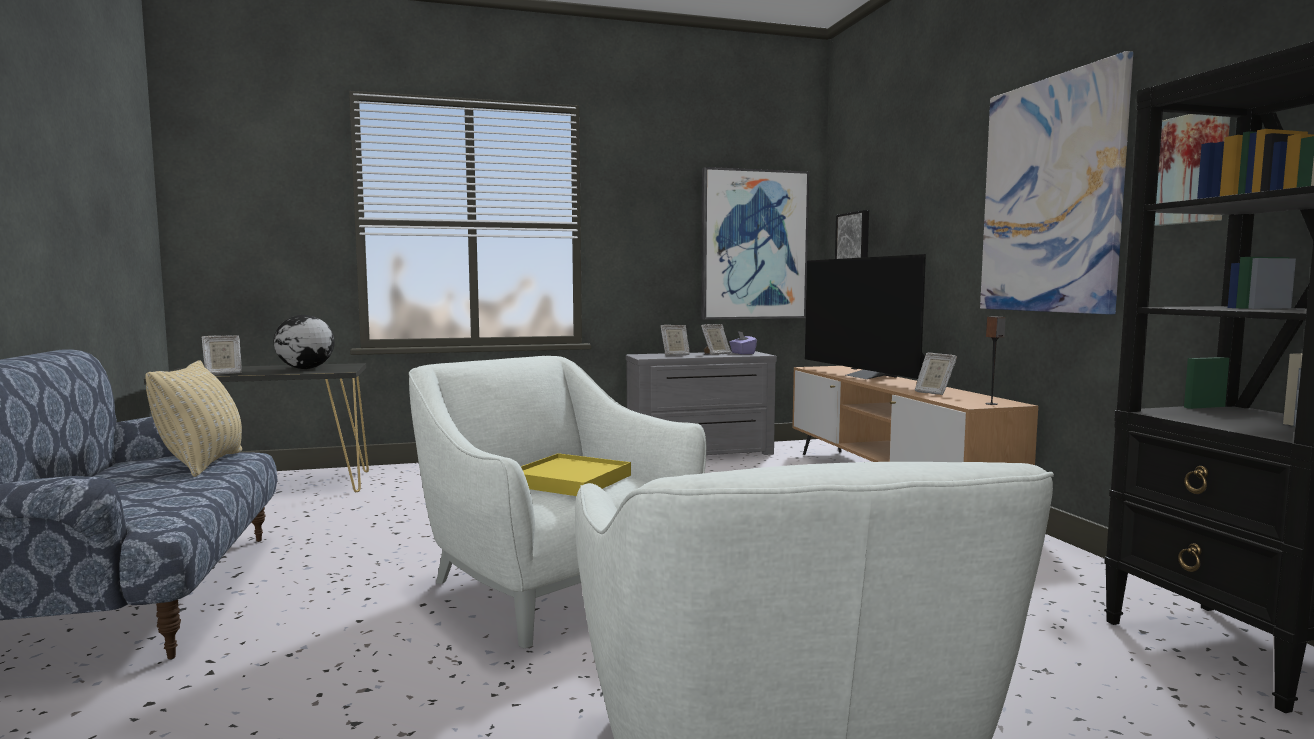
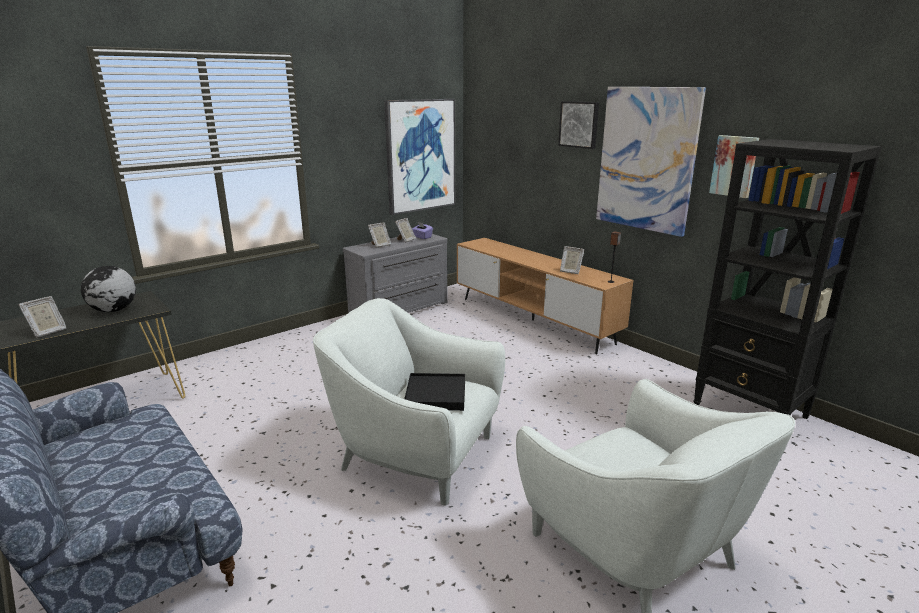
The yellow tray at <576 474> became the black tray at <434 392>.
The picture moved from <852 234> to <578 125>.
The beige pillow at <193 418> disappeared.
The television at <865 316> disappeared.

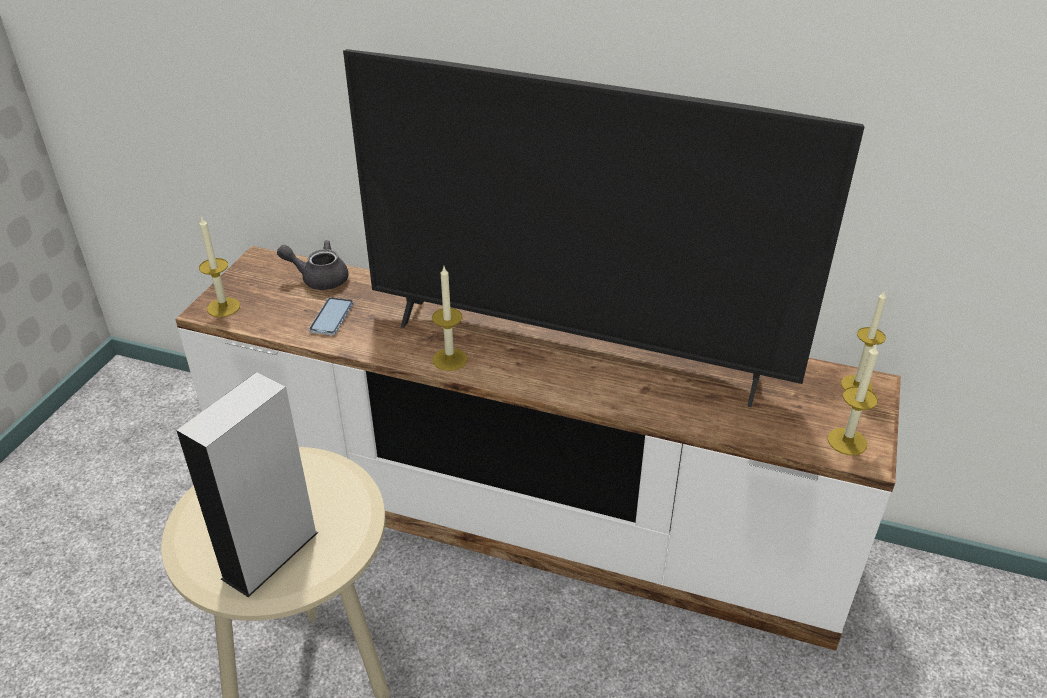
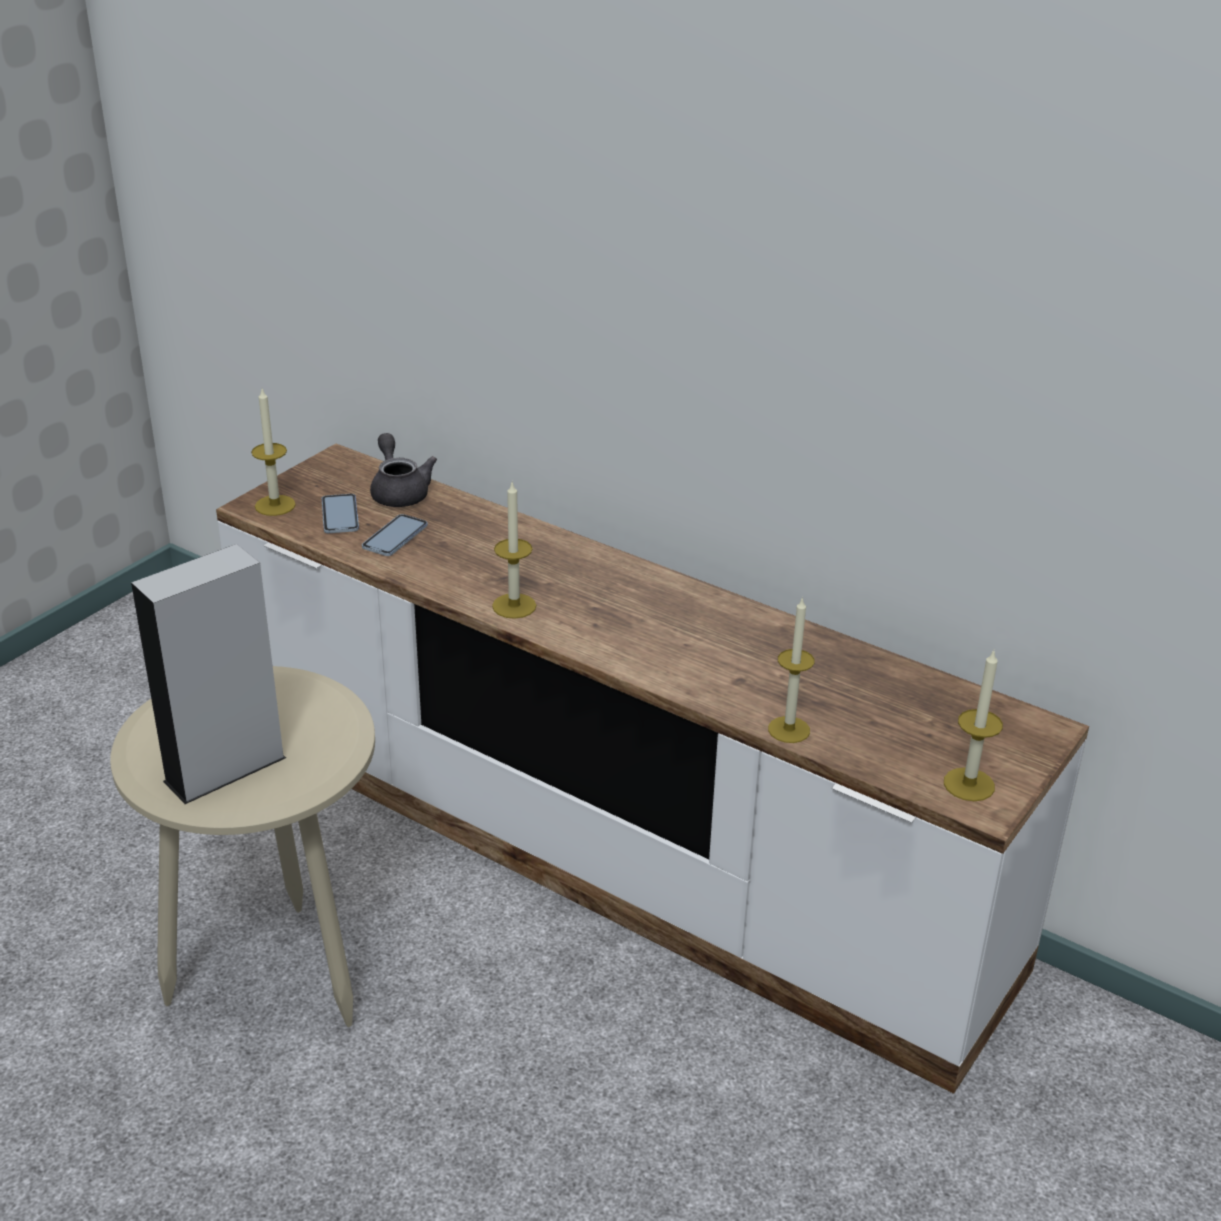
The phone at <340 513> appeared.
The grey teapot at <312 265> turned 45 degrees clockwise.
The candle moved from <863 340> to <791 670>.
The television at <604 228> disappeared.

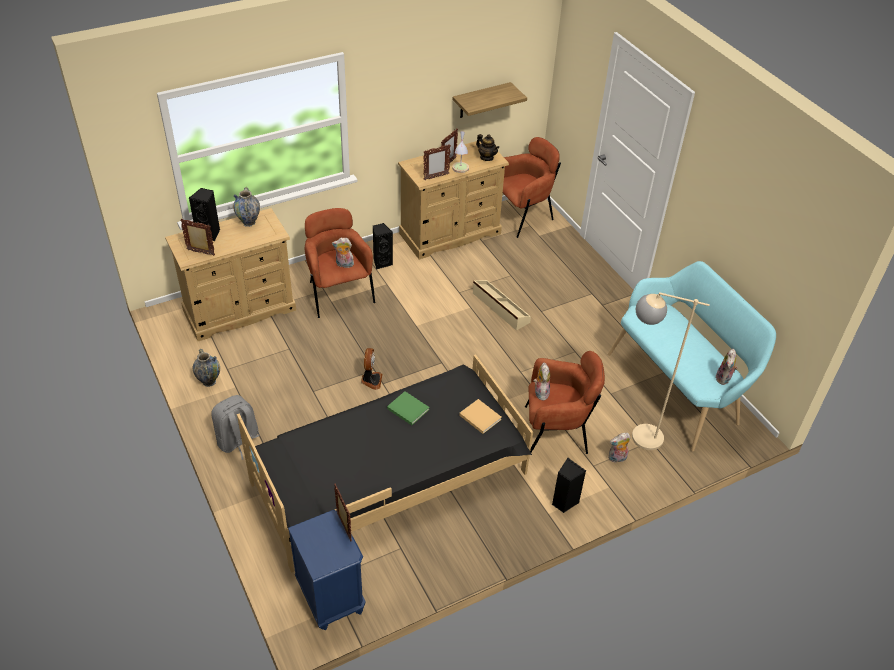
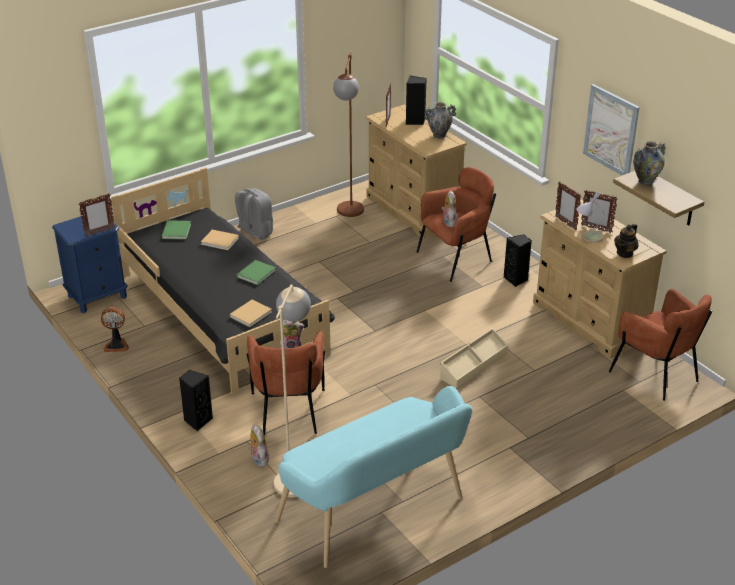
The fan moved from <371 369> to <115 329>.
The green book at <176 230> appeared.
The beige book at <220 240> appeared.
The brown floor lamp at <348 134> appeared.
The picture at <611 129> appeared.
The vase moved from <206 367> to <649 163>.
The plush toy at <727 367> disappeared.

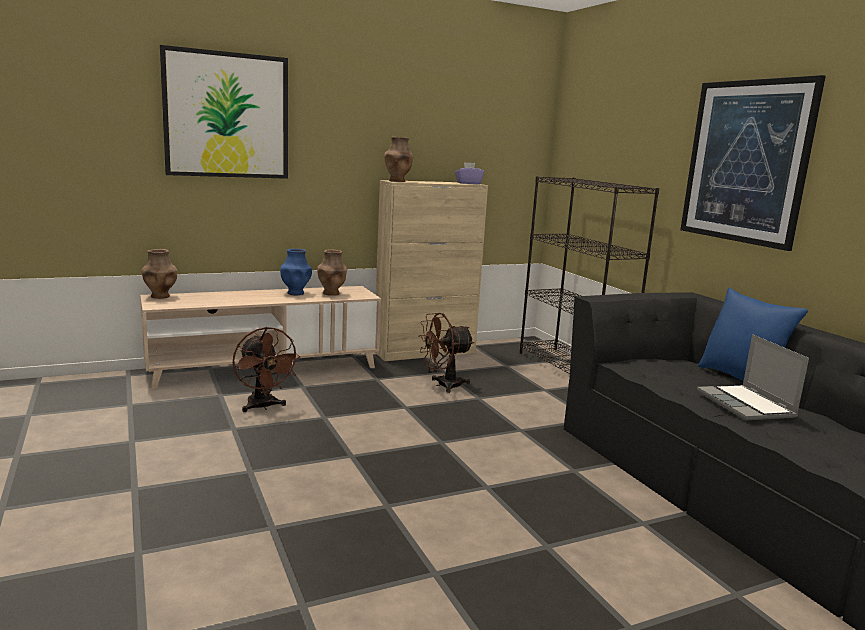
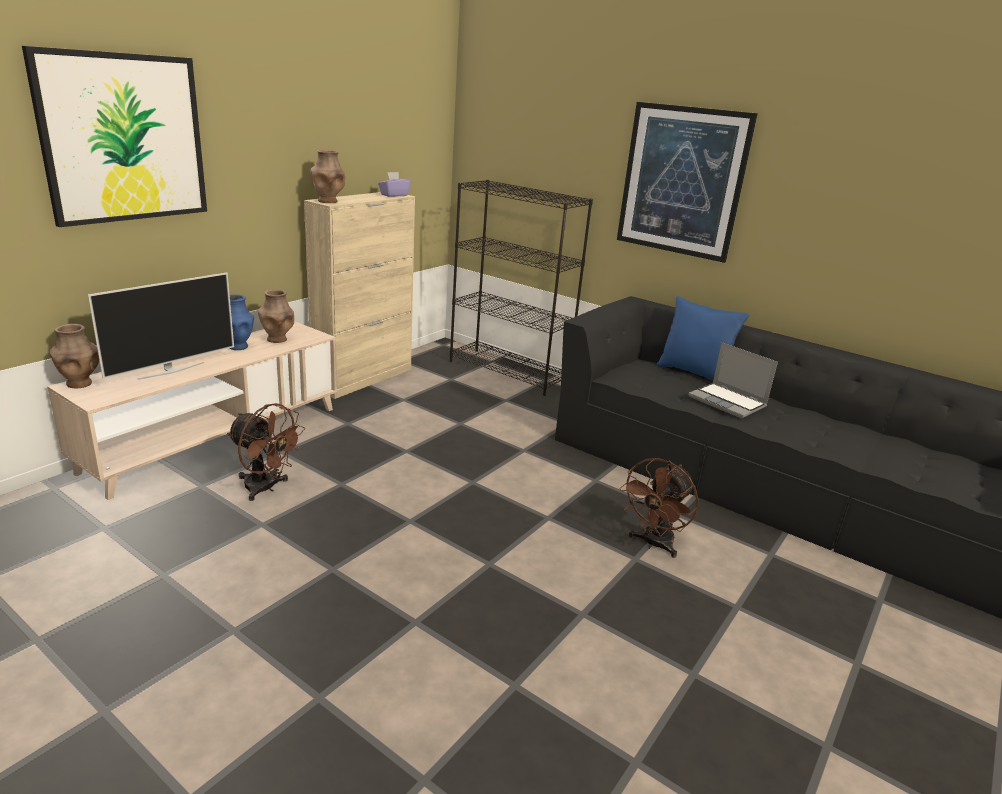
The television at <161 326> appeared.
The brown fan moved from <446 353> to <659 508>.

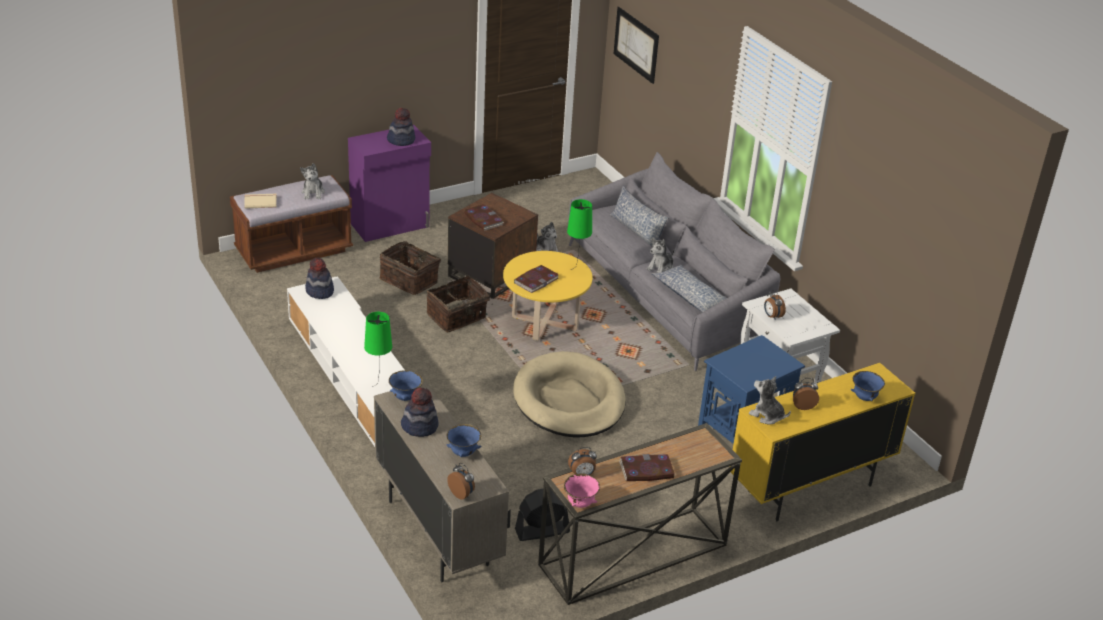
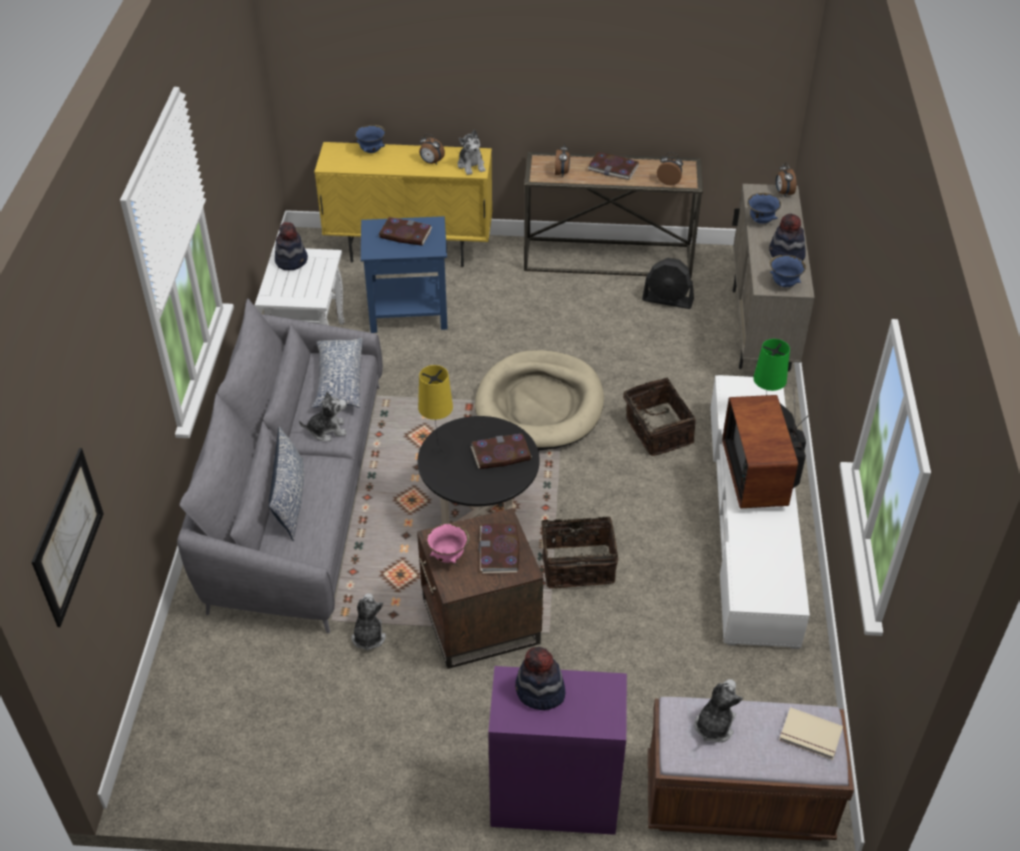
The hat moved from <319 278> to <291 246>.
The book at <405 231> appeared.
The green table lamp at <579 234> became the yellow table lamp at <435 409>.
The yellow coffee table at <548 296> became the black coffee table at <479 470>.
The pink bowl moved from <582 491> to <448 543>.
The alarm clock moved from <775 304> to <562 160>.
The basket moved from <410 268> to <659 417>.
The television at <765 448> appeared.

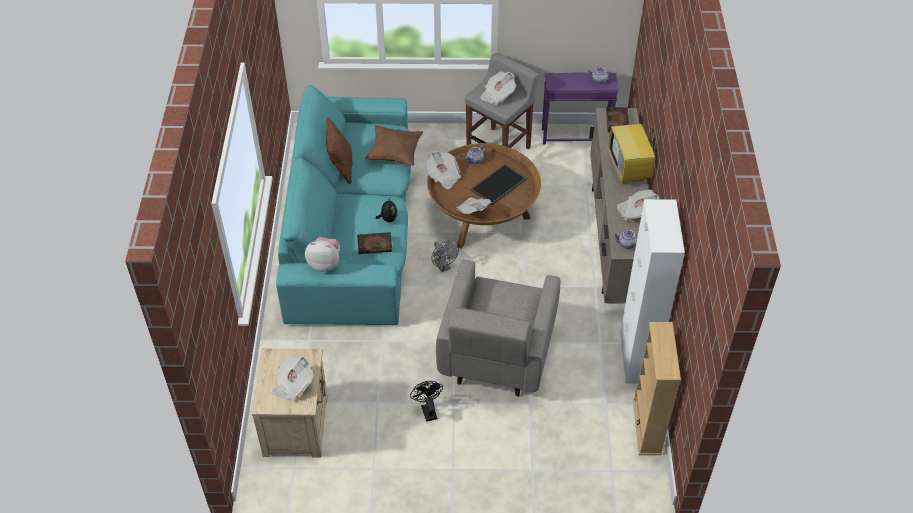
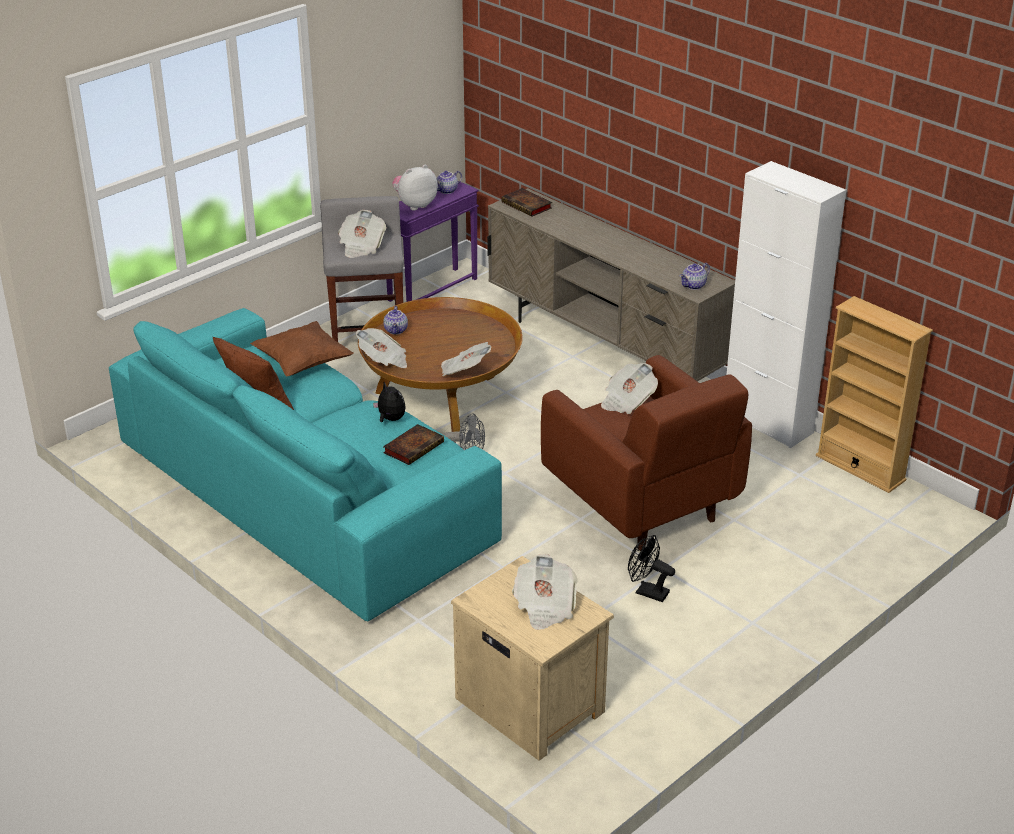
The plush toy moved from <322 254> to <415 188>.
The grey armchair at <498 327> became the brown armchair at <646 452>.
The newspaper moved from <638 205> to <629 388>.
The tray at <499 184> disappeared.
The television at <633 153> disappeared.

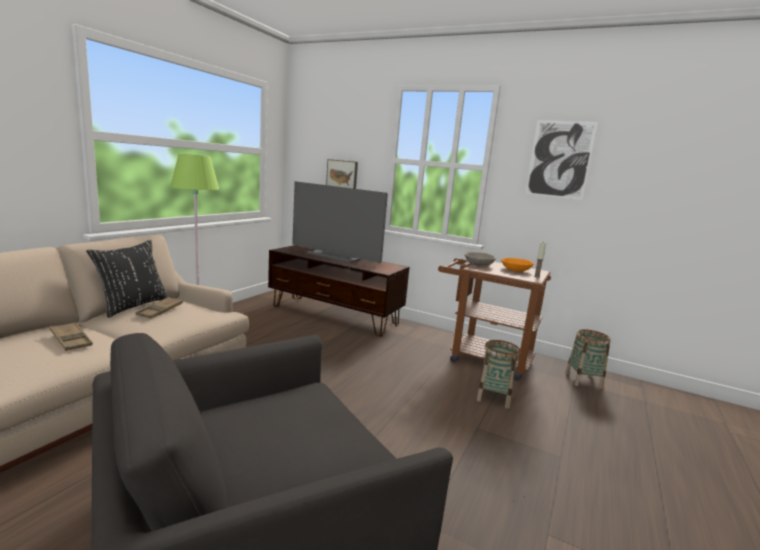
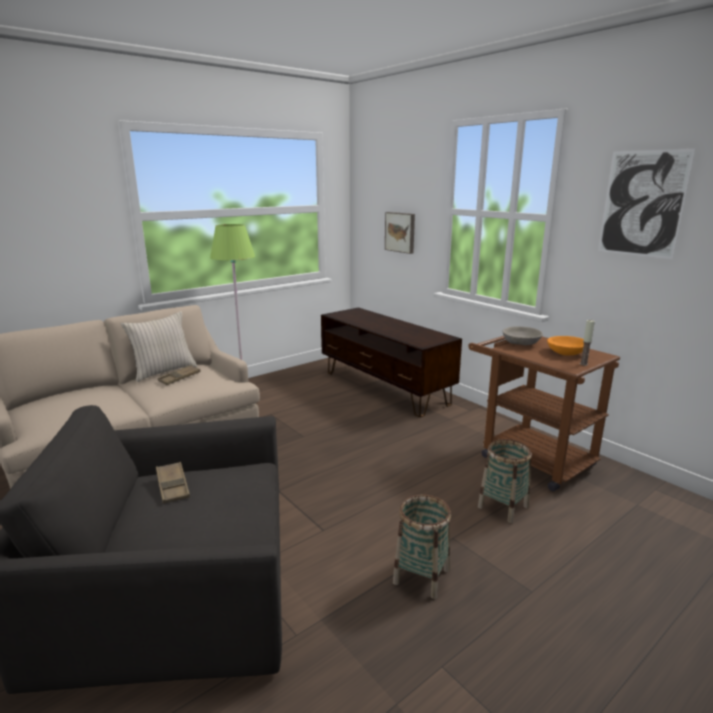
The black pillow at <127 279> became the beige pillow at <159 346>.
The brown tray moved from <71 336> to <173 483>.
The basket moved from <588 359> to <422 546>.
The television at <340 222> disappeared.

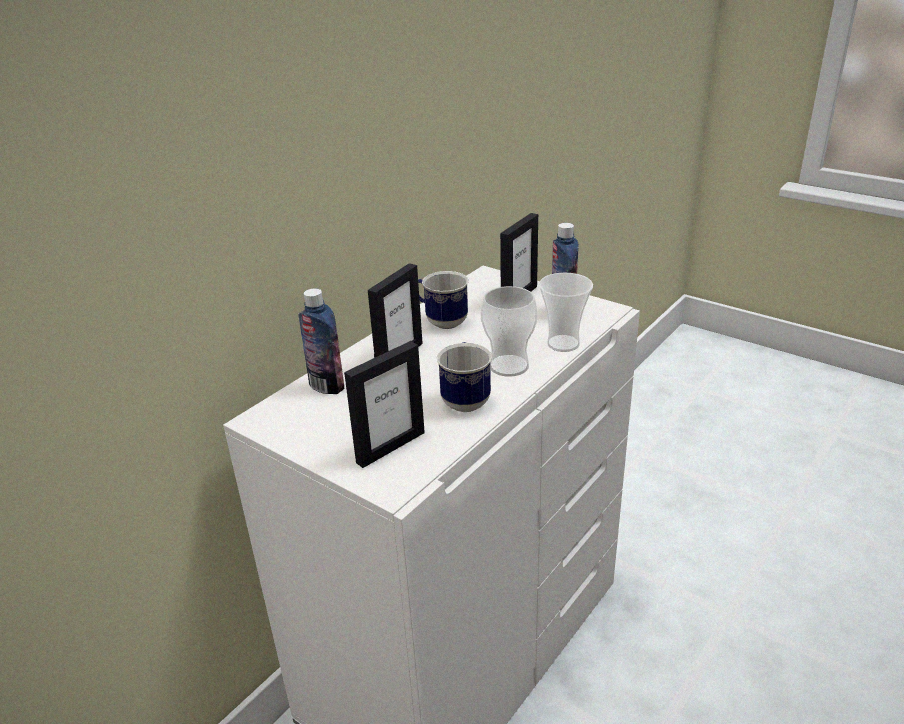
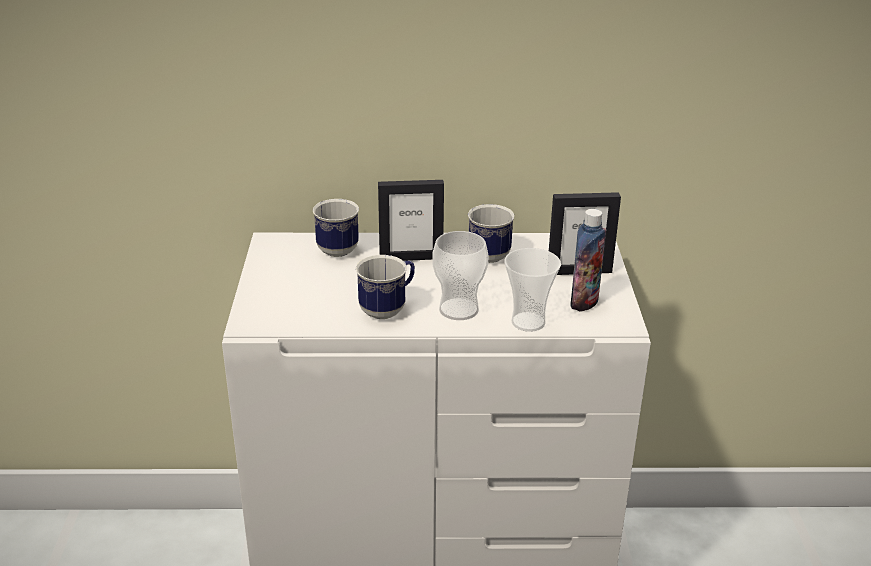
The bottle at <321 341> was replaced by the mug at <336 228>.
The picture frame at <384 404> disappeared.

